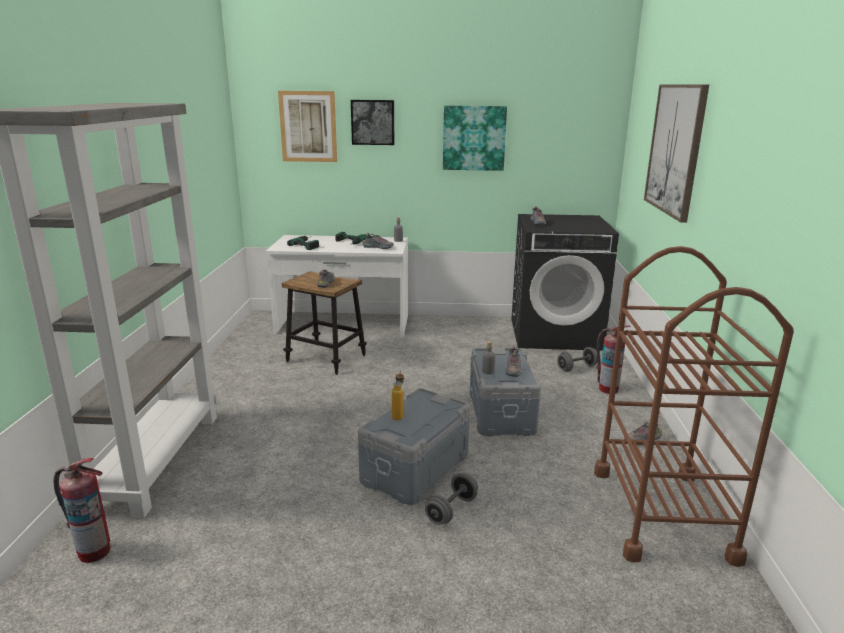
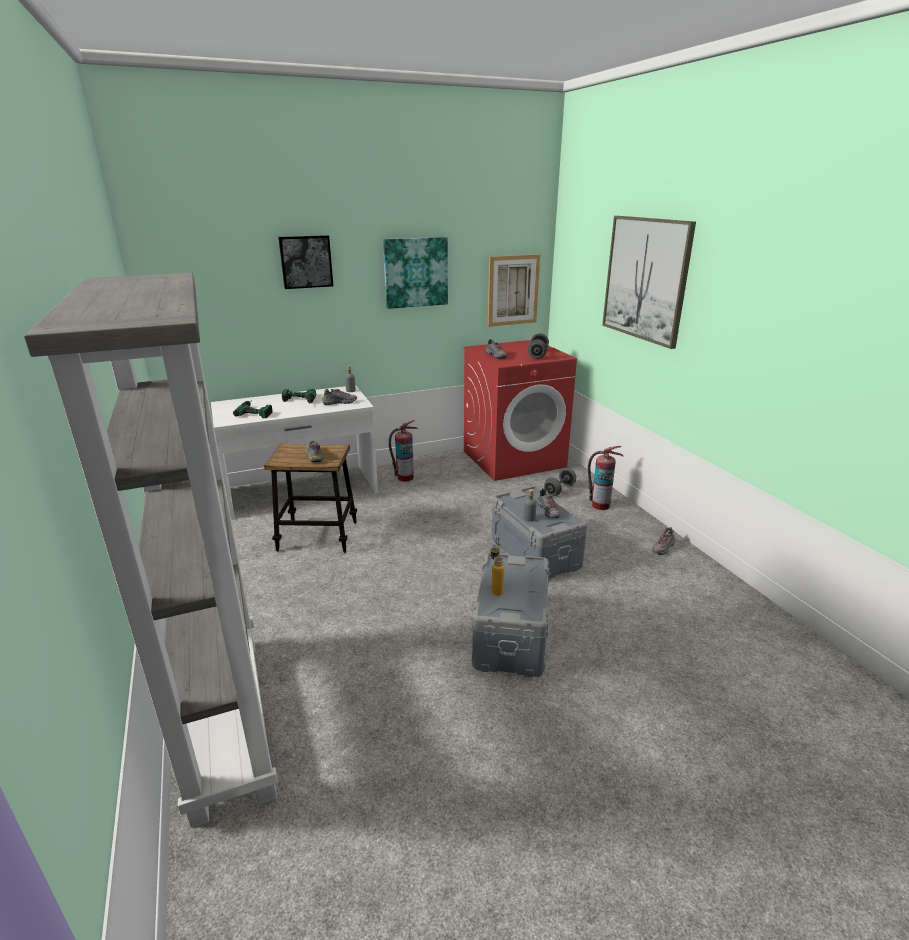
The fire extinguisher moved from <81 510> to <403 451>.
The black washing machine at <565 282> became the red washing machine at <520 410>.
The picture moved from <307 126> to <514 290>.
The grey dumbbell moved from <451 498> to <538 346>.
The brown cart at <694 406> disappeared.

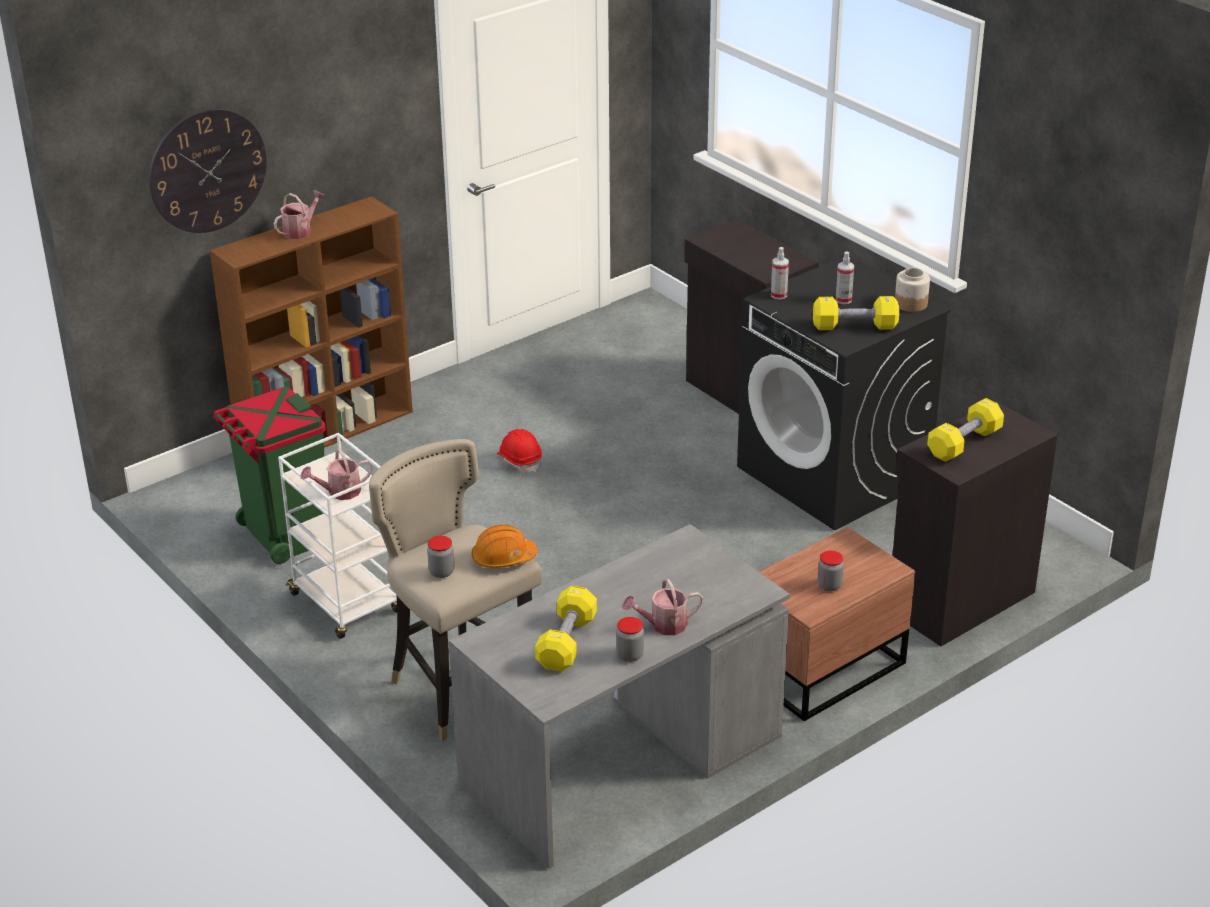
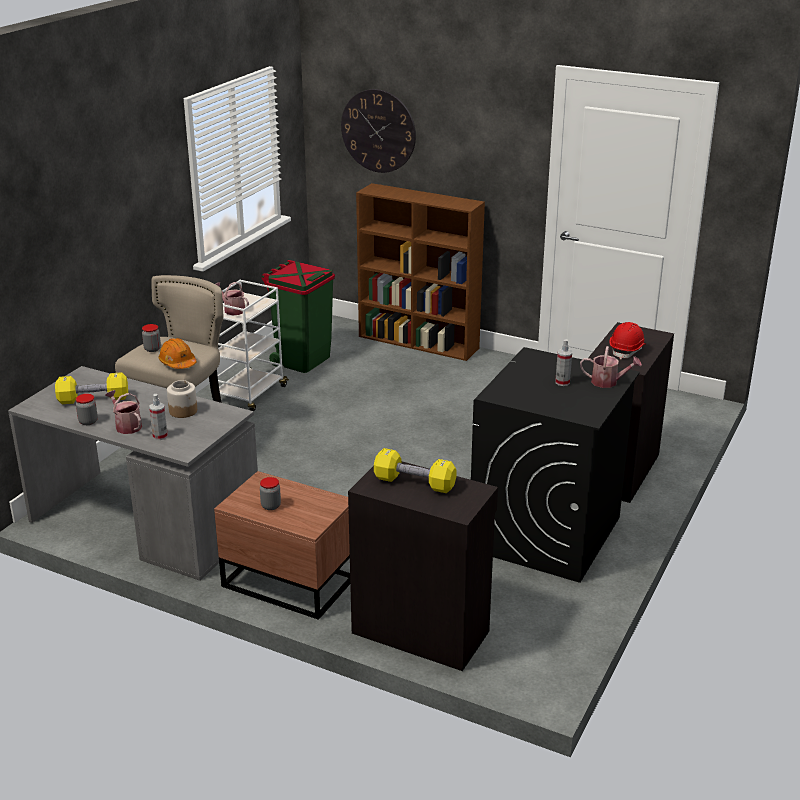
The spray bottle moved from <780 273> to <158 417>.
The jar moved from <912 290> to <182 399>.
The watering can moved from <299 214> to <611 367>.
The red hard hat moved from <519 450> to <628 341>.
The yellow dumbbell at <856 313> disappeared.

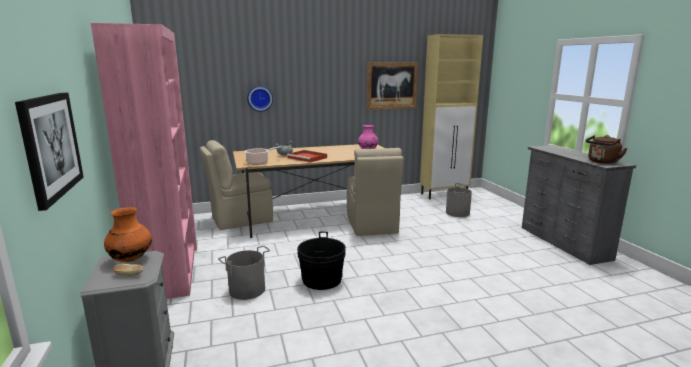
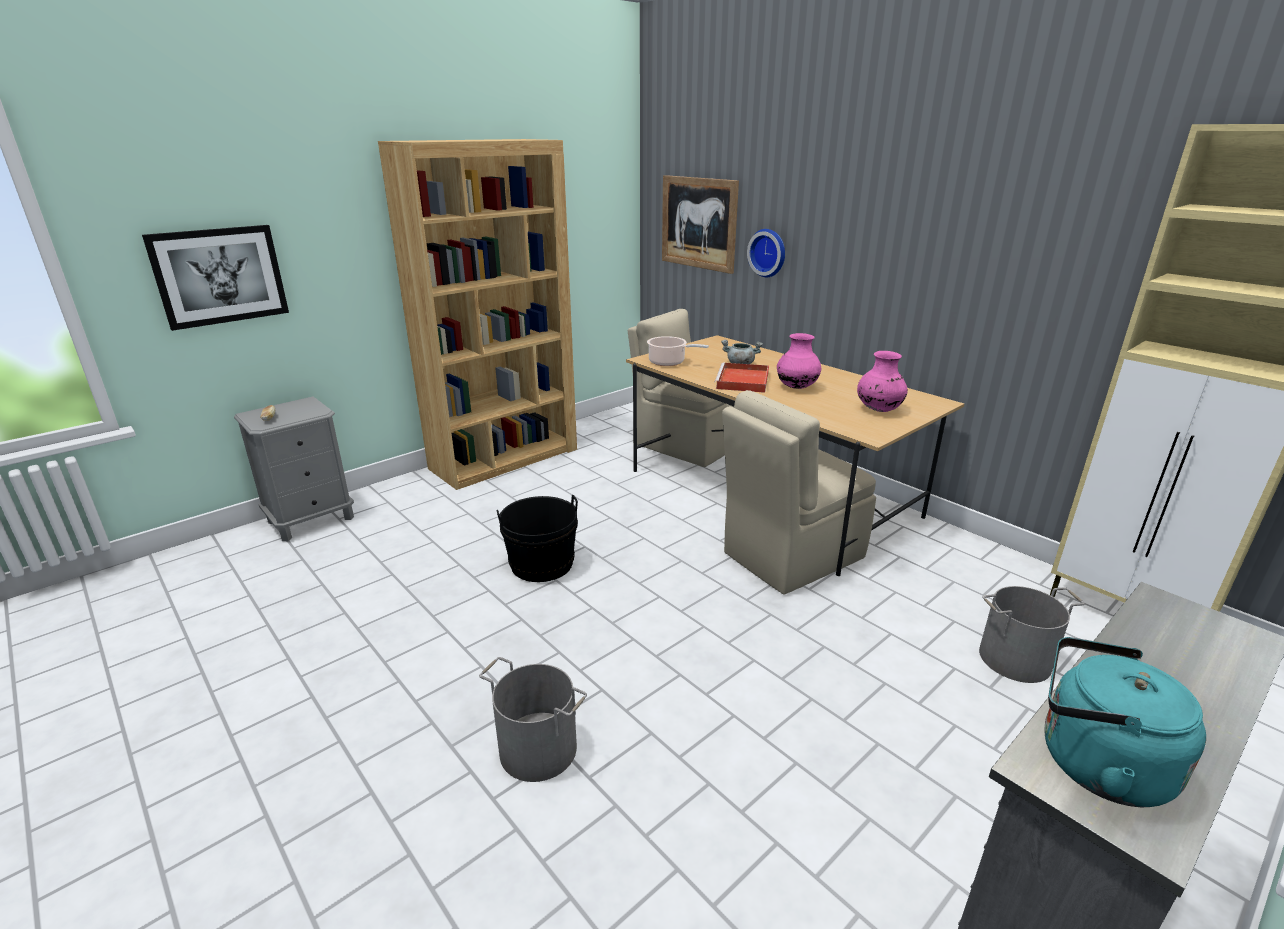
The pink bookcase at <144 161> became the brown bookcase at <477 314>.
The grey bucket moved from <244 273> to <533 719>.
The picture moved from <393 86> to <700 224>.
The pink vase at <799 361> appeared.
The brown kettle at <607 149> became the turquoise kettle at <1125 722>.
The orange vase at <128 234> disappeared.

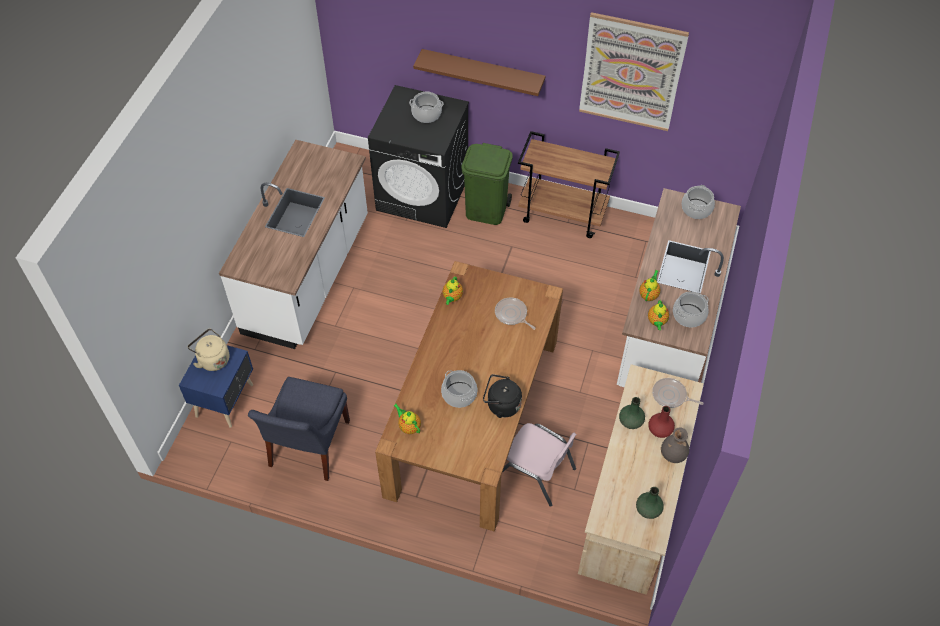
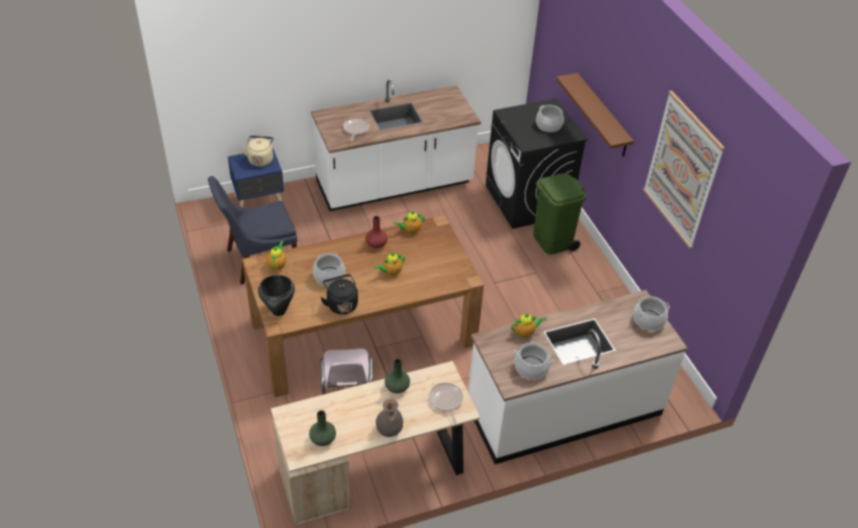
The black cooking pot at <276 295> appeared.
The frying pan moved from <515 313> to <356 129>.
The red vase moved from <661 422> to <376 232>.
The teapot moved from <658 315> to <389 264>.
The brown cart at <569 184> disappeared.

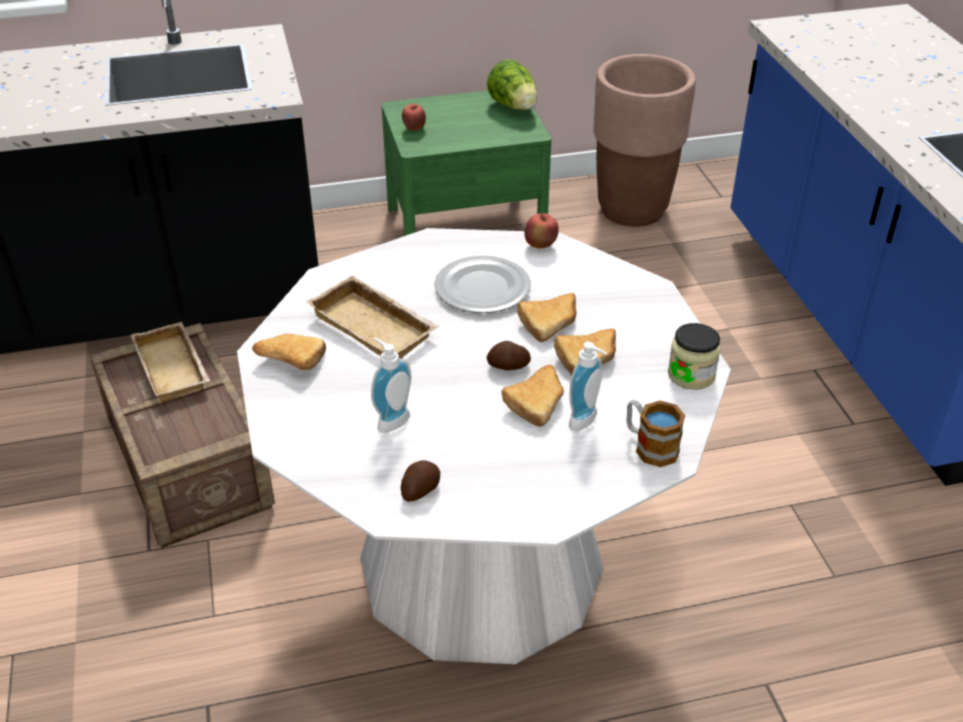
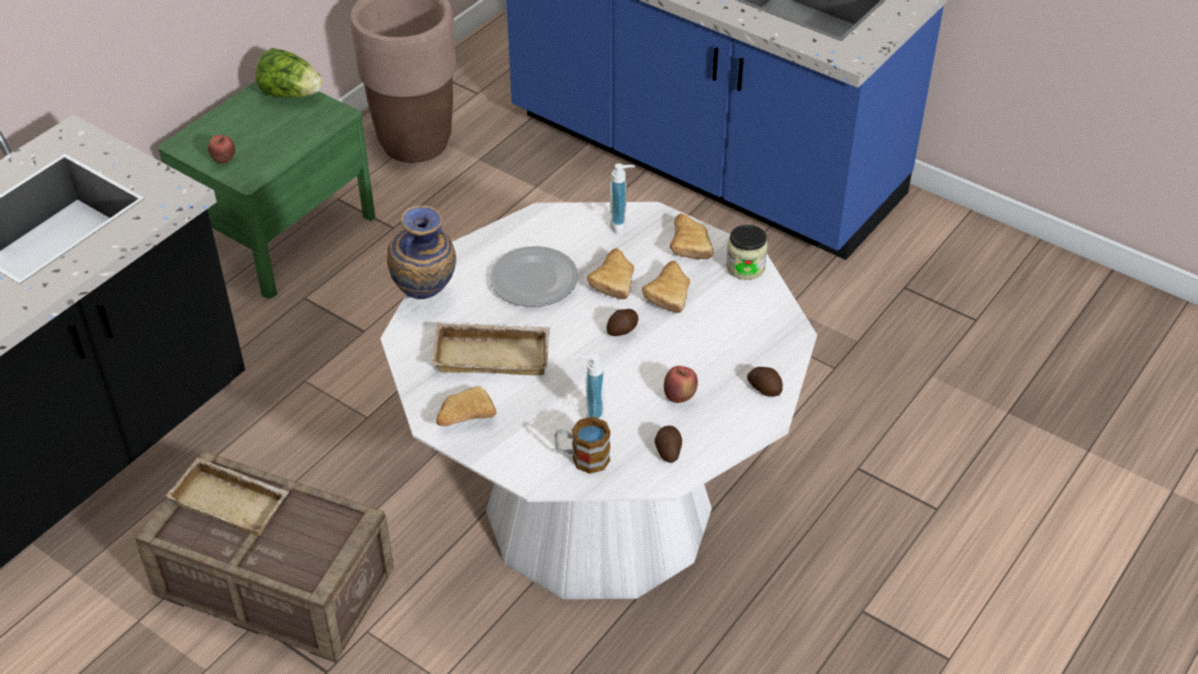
The vase at <421 252> appeared.
The mug moved from <656 433> to <583 445>.
The soap dispenser moved from <588 386> to <622 198>.
The apple moved from <542 230> to <681 384>.
The bread moved from <532 396> to <692 236>.
The potato at <765 382> appeared.

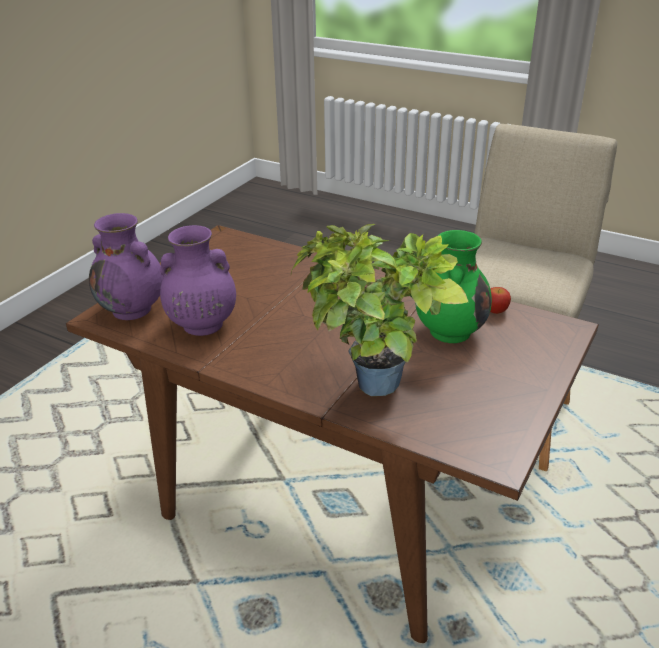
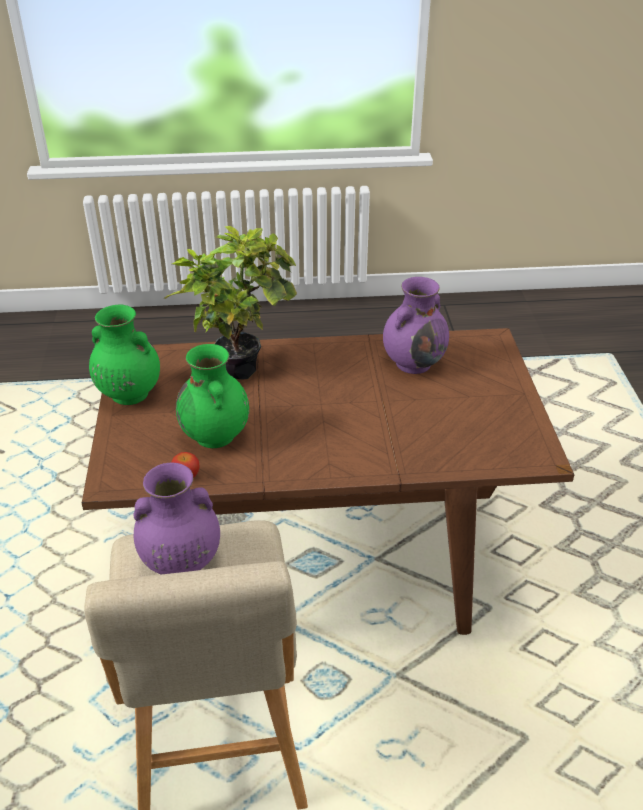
The green vase at <124 355> appeared.
The purple vase moved from <126 266> to <176 518>.

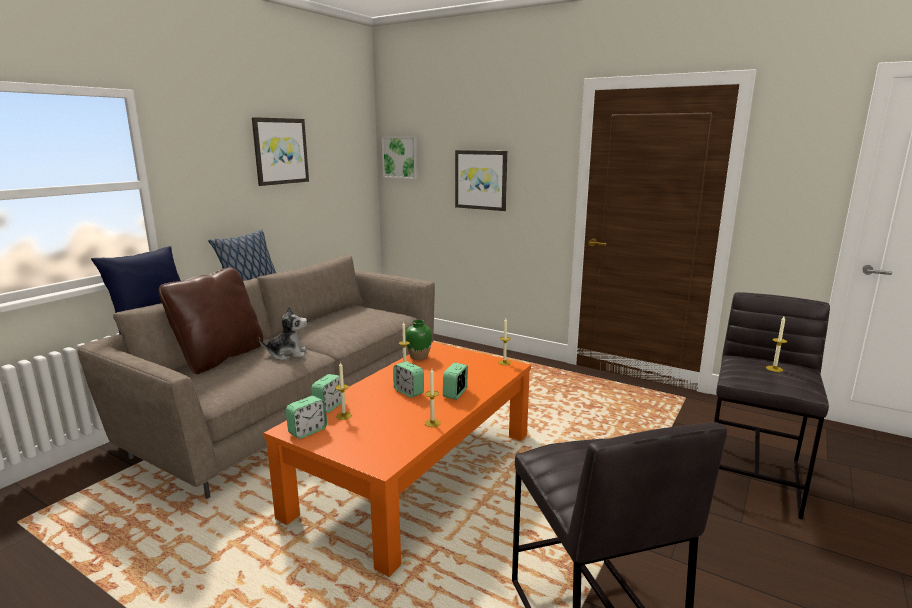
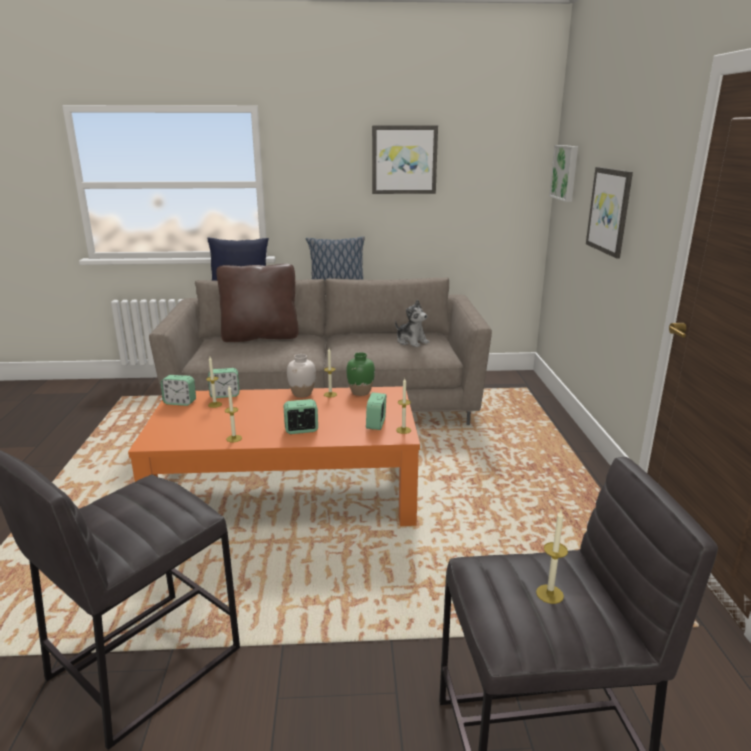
The white vase at <301 376> appeared.
The alarm clock moved from <409 380> to <376 411>.
The plush toy moved from <283 333> to <412 323>.

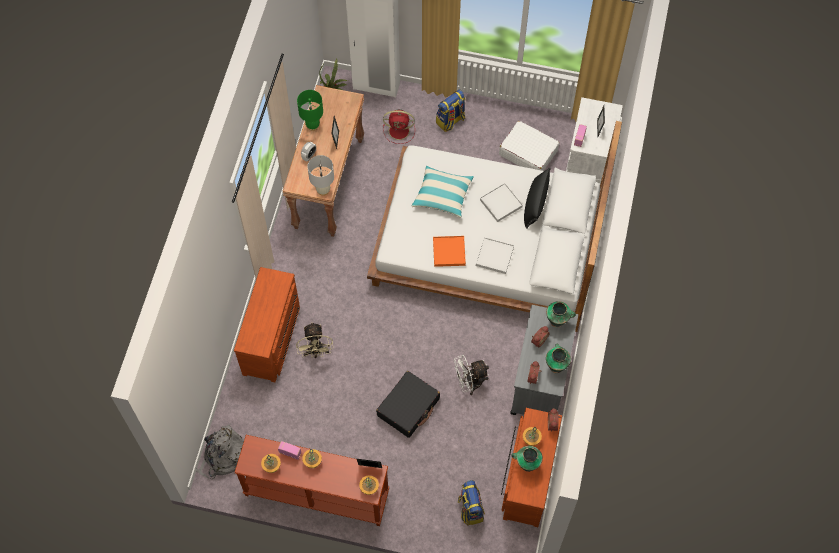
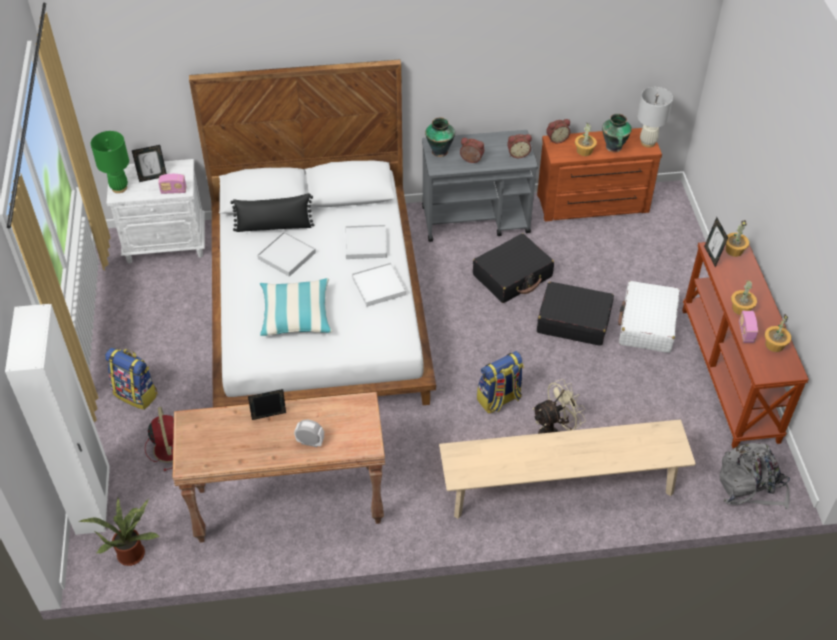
The green table lamp moved from <310 110> to <110 162>.
The orange tray at <449 251> became the white tray at <379 284>.
The brown dresser at <267 324> was replaced by the beige bench at <567 469>.
The white fan at <471 375> was replaced by the black suitcase at <513 268>.
The backpack moved from <471 502> to <500 382>.
The white suitcase moved from <529 146> to <649 317>.
The white table lamp moved from <320 175> to <655 117>.
The vase at <558 358> disappeared.

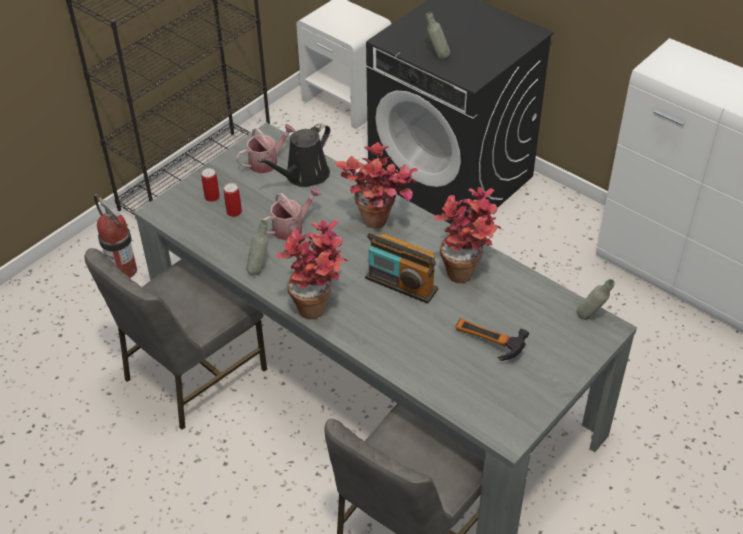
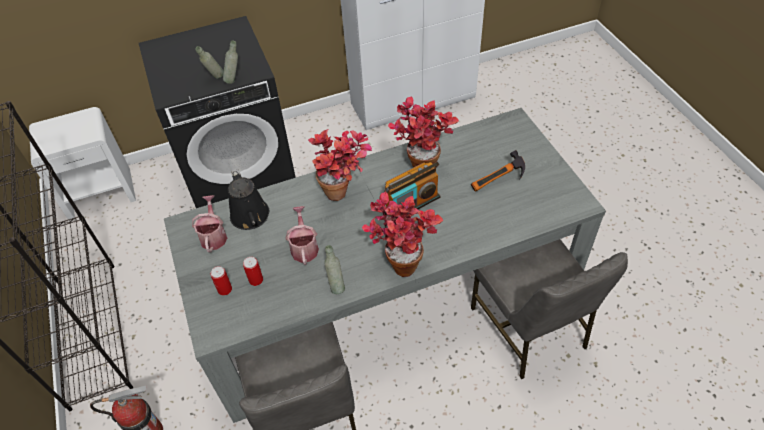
The grey bottle moved from <596 299> to <230 62>.

